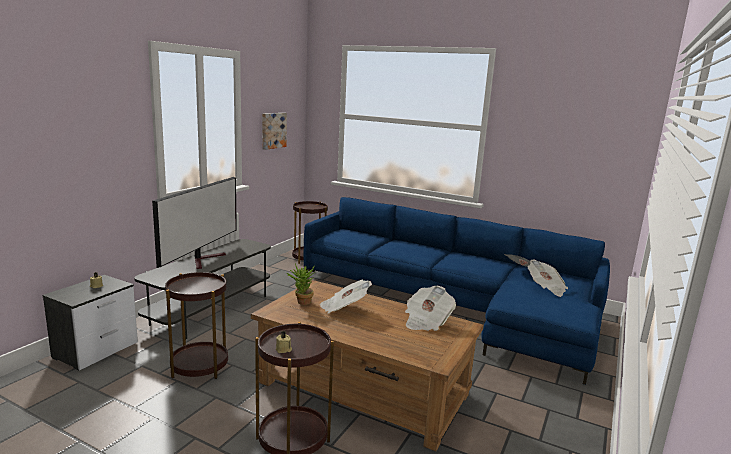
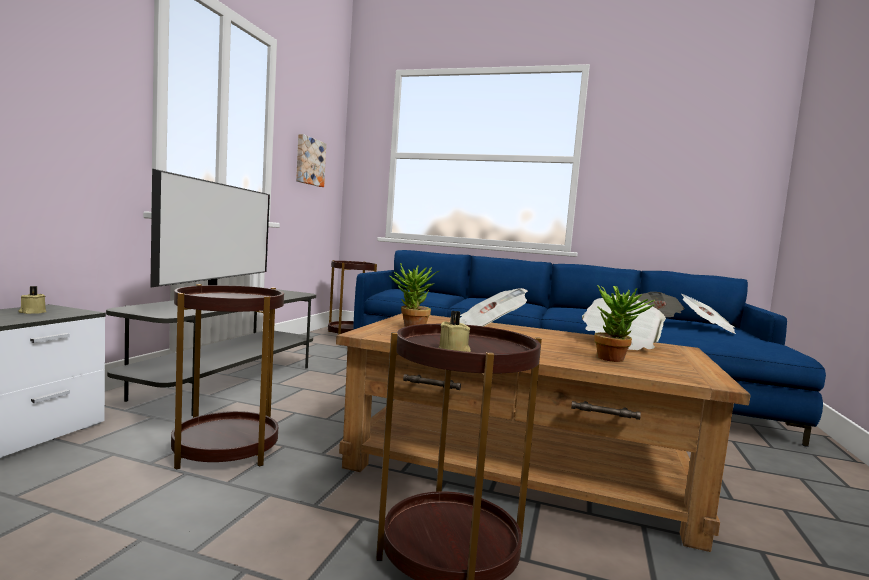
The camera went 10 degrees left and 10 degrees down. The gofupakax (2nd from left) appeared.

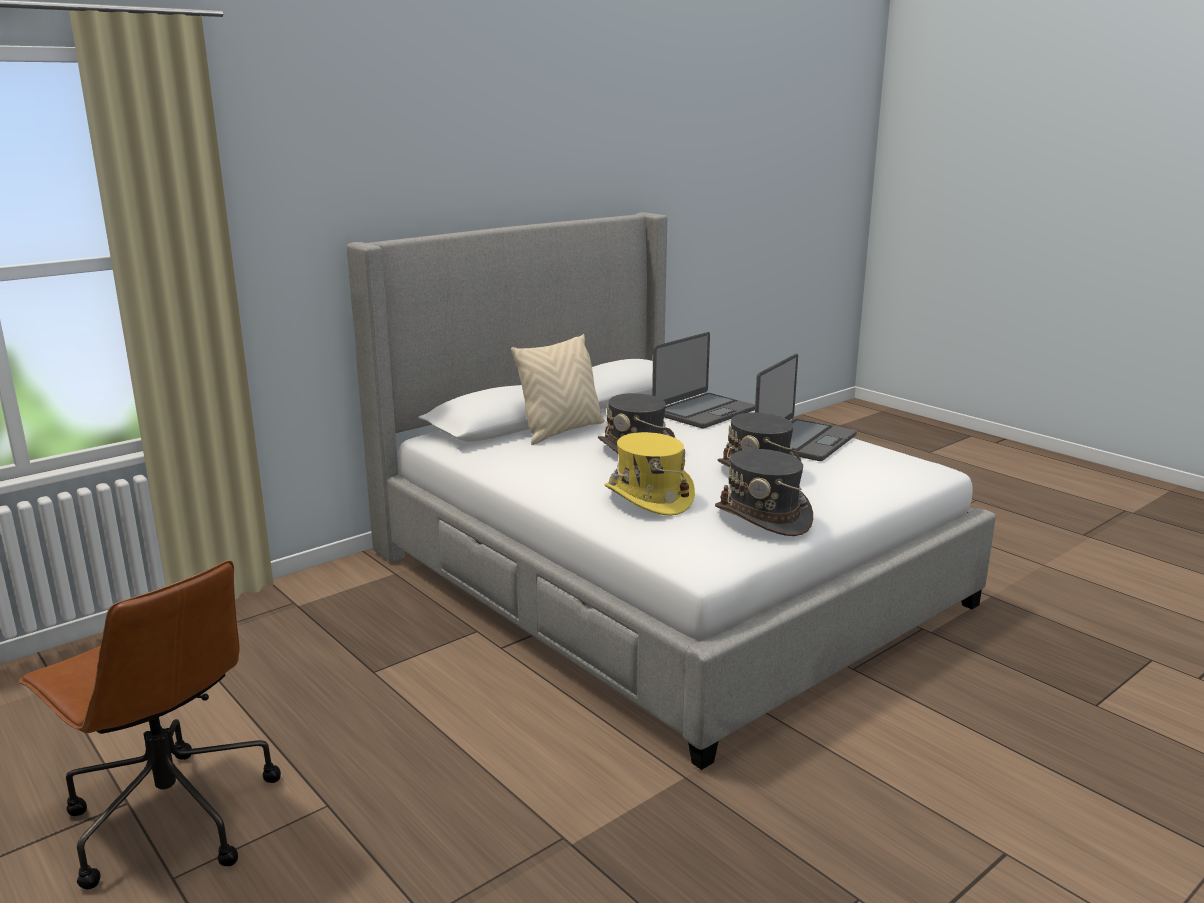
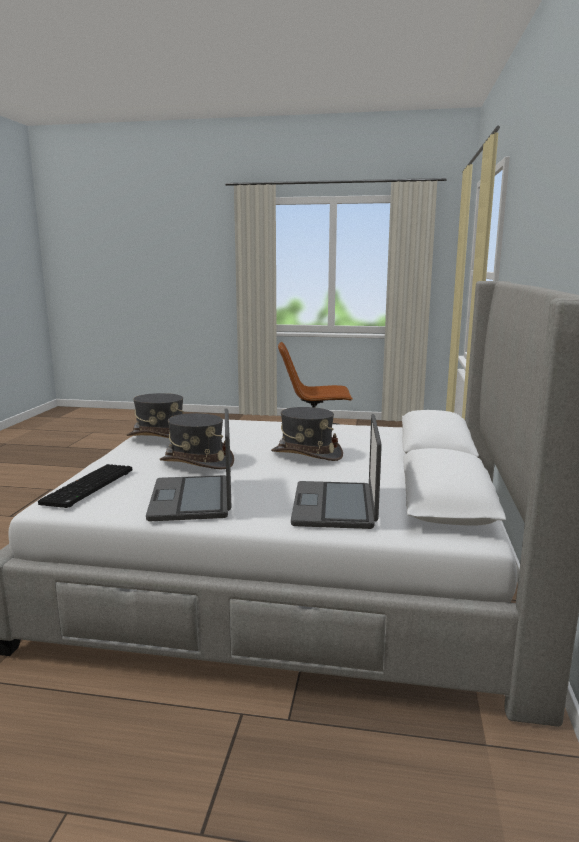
The camera went 140 degrees right and 5 degrees down. The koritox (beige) disappeared. The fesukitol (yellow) disappeared. The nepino appeared.

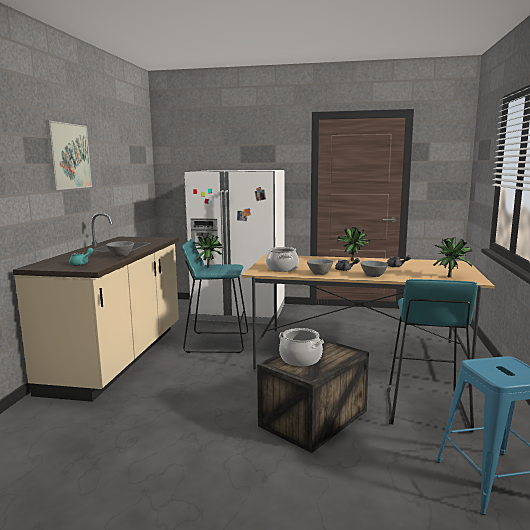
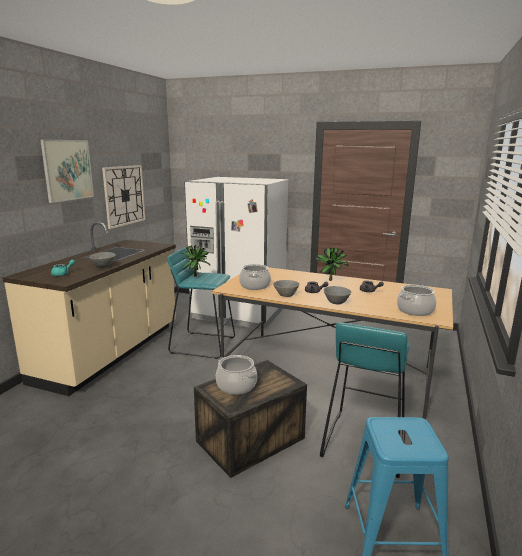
The camera went 10 degrees right and 5 degrees up. The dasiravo appeared. The gofupakax (3rd from left) was replaced by the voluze (3rd from left).

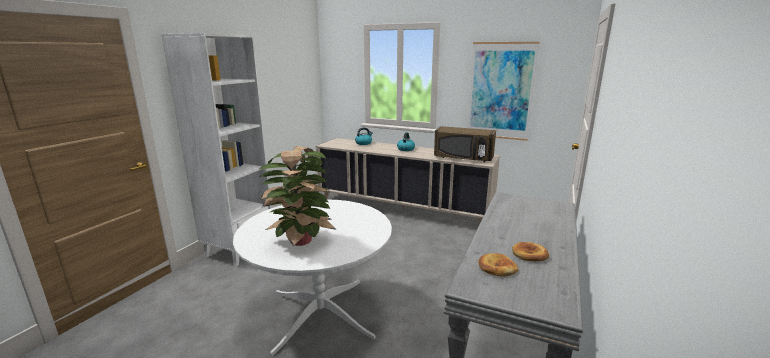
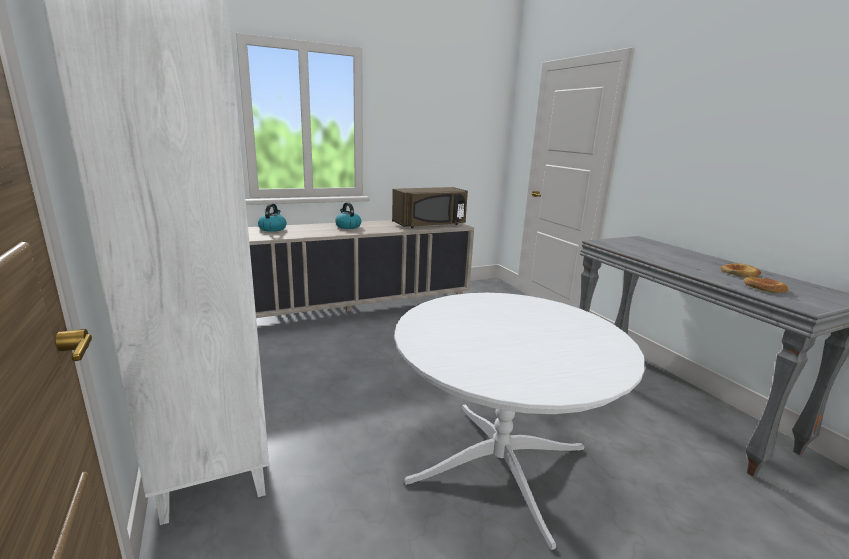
The camera went 50 degrees left and 0 degrees up. The gofupakax disappeared. The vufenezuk disappeared.

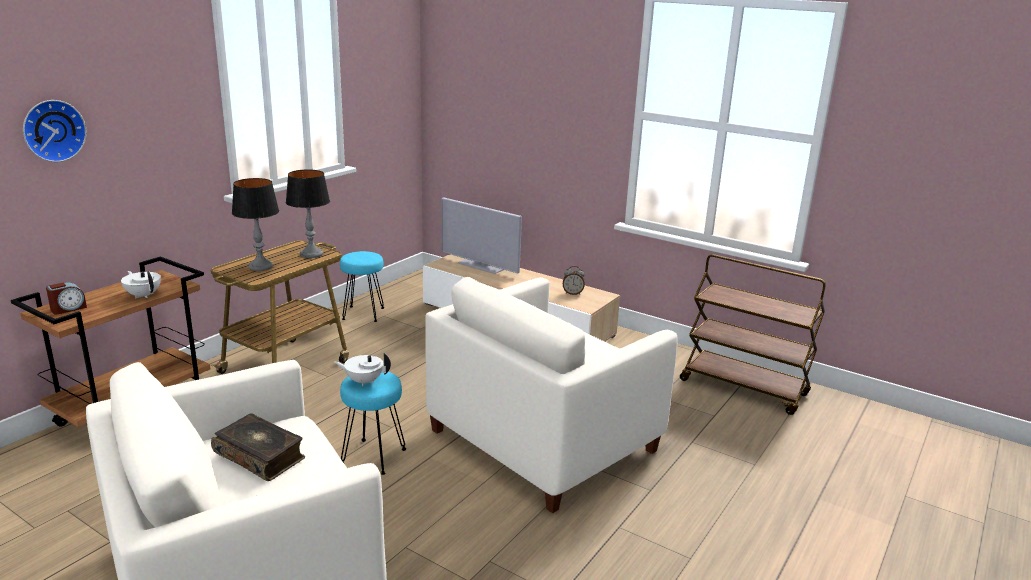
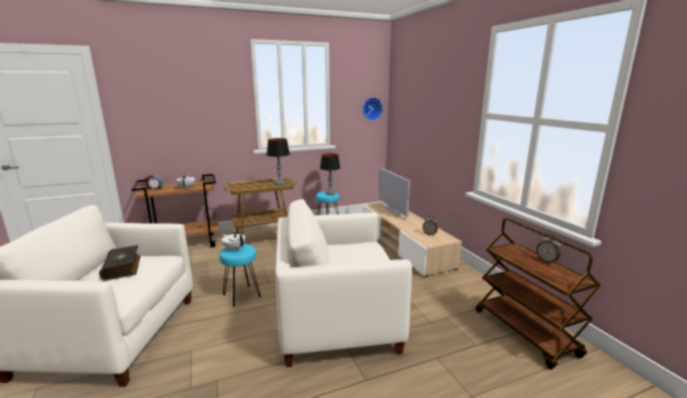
The camera went 35 degrees right and 5 degrees down. The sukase (3rd from left) appeared. The dasiravo moved. The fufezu (1st from left in the first image) moved.

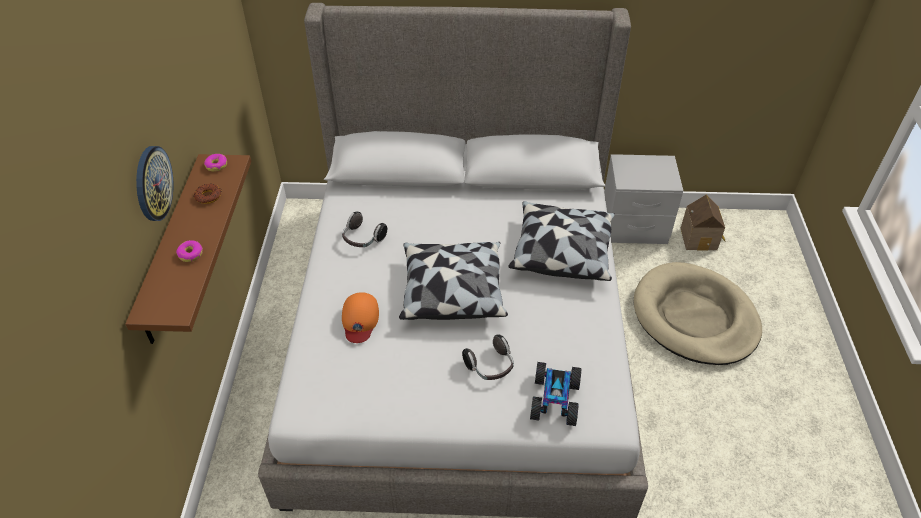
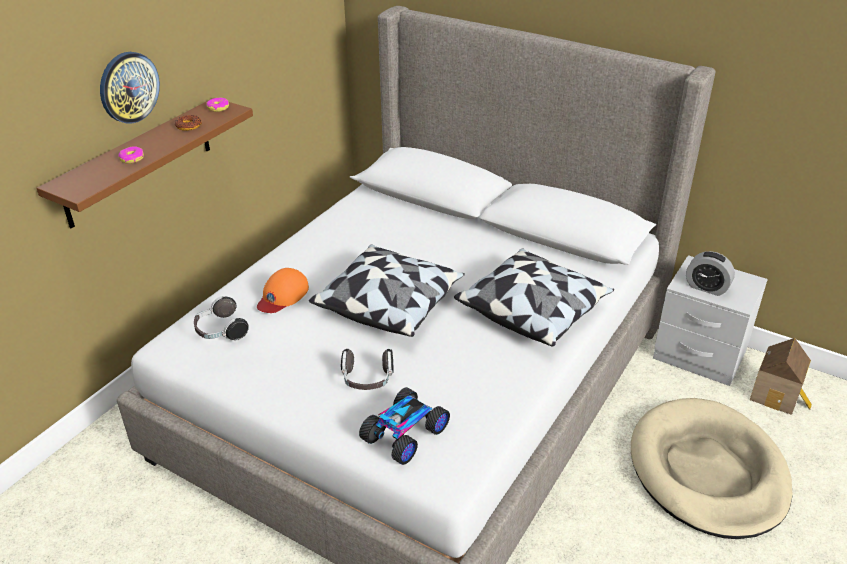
The camera went 30 degrees right and 10 degrees down. The sukase appeared. The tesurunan (1st from left) moved.

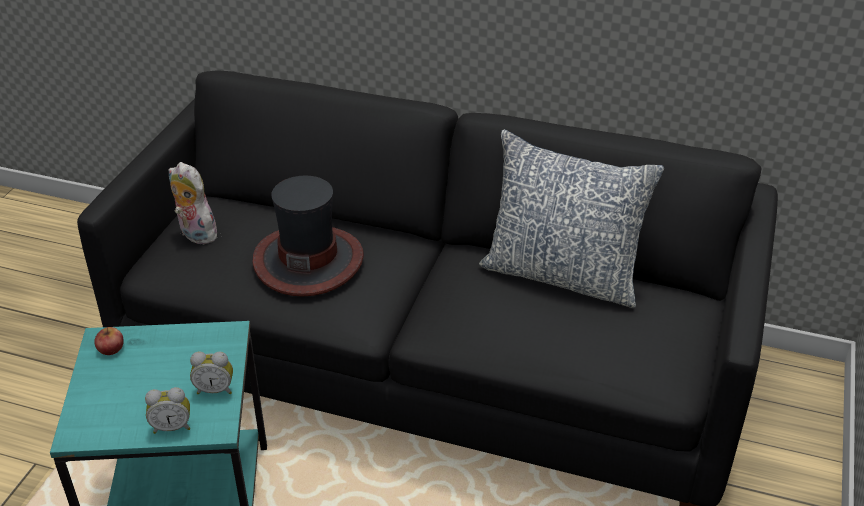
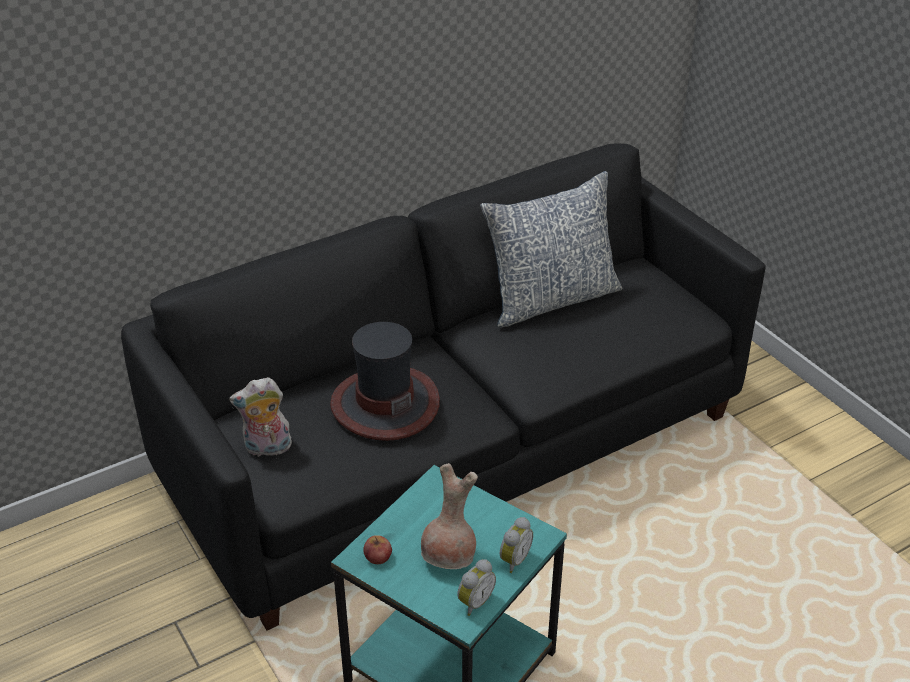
The camera went 50 degrees left and 0 degrees up. The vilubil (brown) appeared. The sukase (2nd from left in the first image) moved.

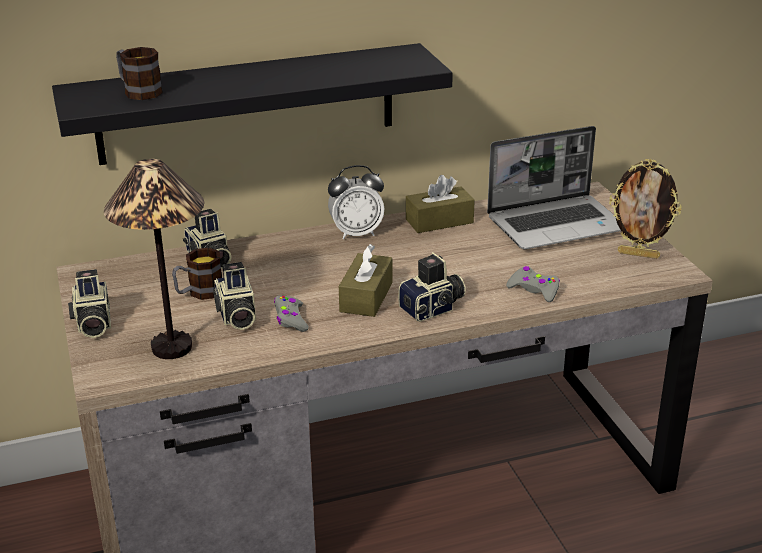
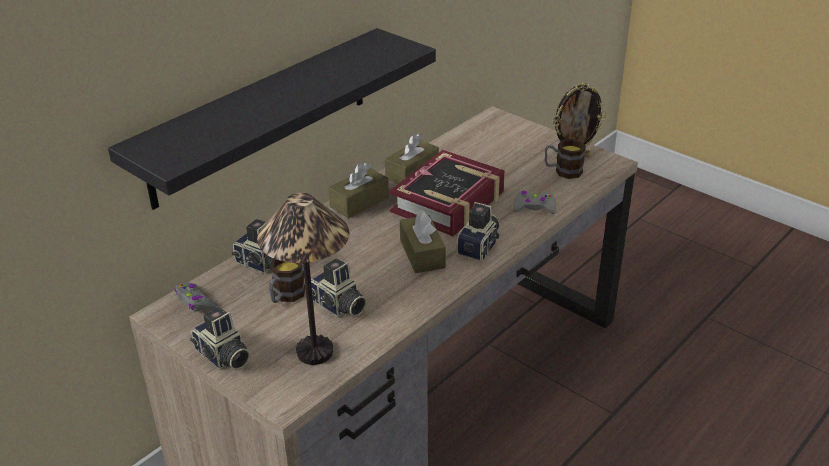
The camera went 30 degrees left and 5 degrees up. The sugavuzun disappeared. The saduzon appeared. The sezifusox (1st from left in the first image) moved. The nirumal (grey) (1st from left) moved. The sukase was replaced by the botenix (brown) (1st from left).

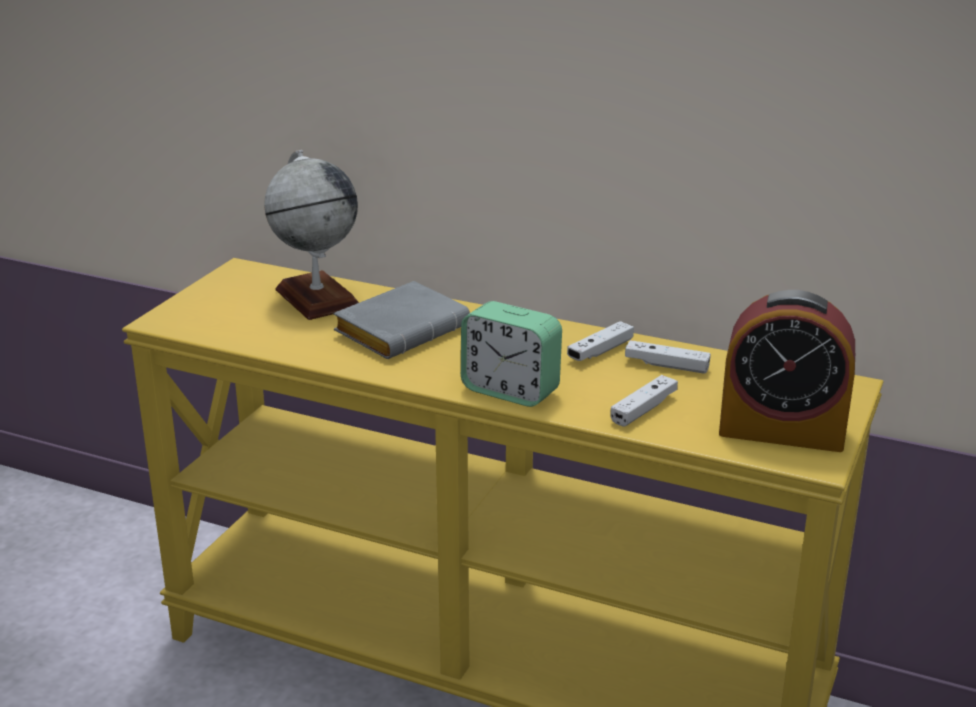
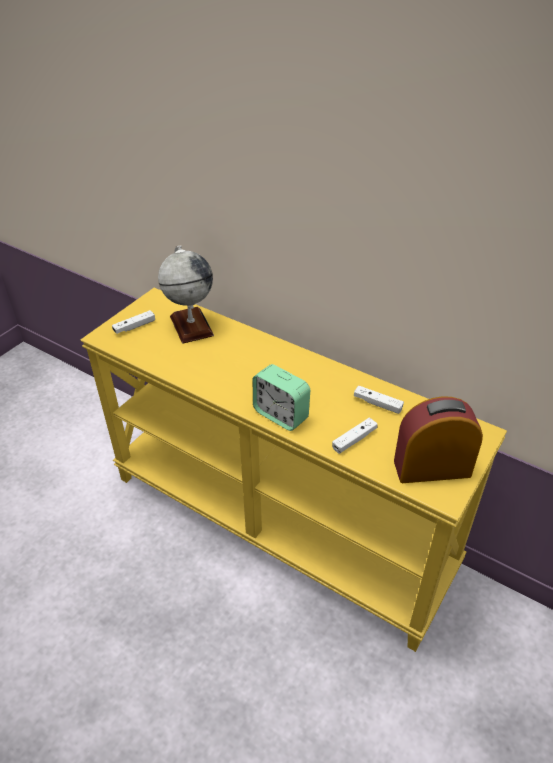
The camera went 10 degrees right and 15 degrees up. The saduzon (grey) disappeared. The nirumal (white) (1st from left) moved. The sukase (2nd from left) turned 150 degrees clockwise.

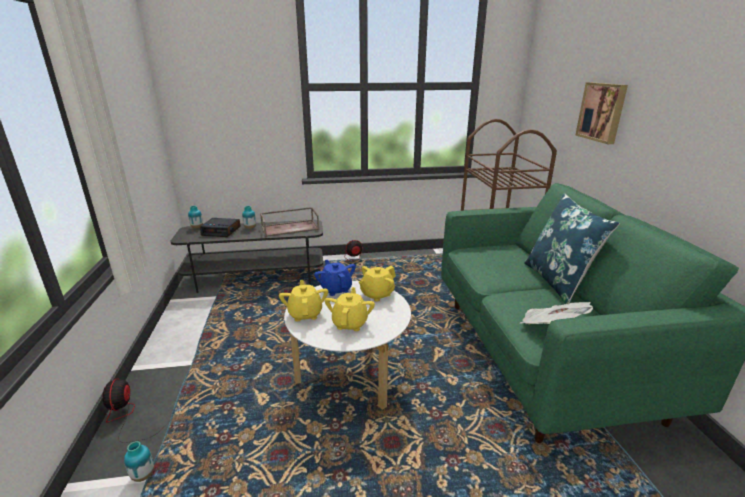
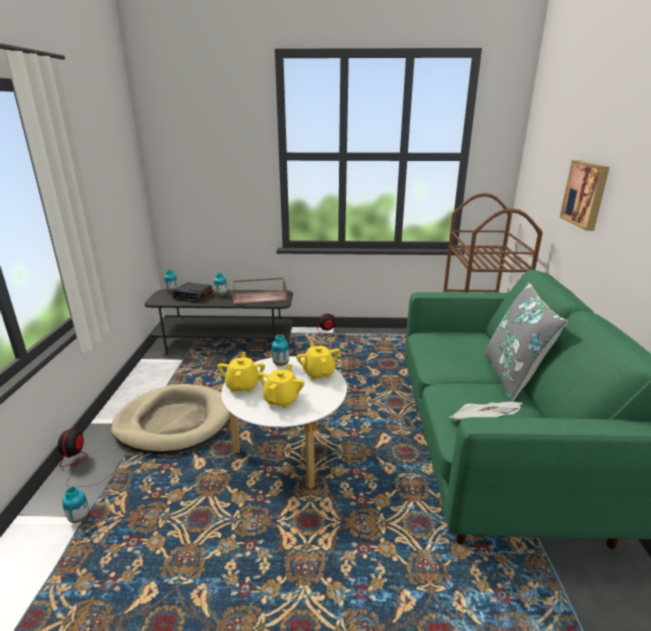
The camera went 10 degrees right and 0 degrees up. The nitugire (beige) appeared. The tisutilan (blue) was replaced by the vilubil (4th from left). The koritox (blue) became the koritox (grey). The tisutilan (yellow) (3rd from left) turned 105 degrees clockwise.

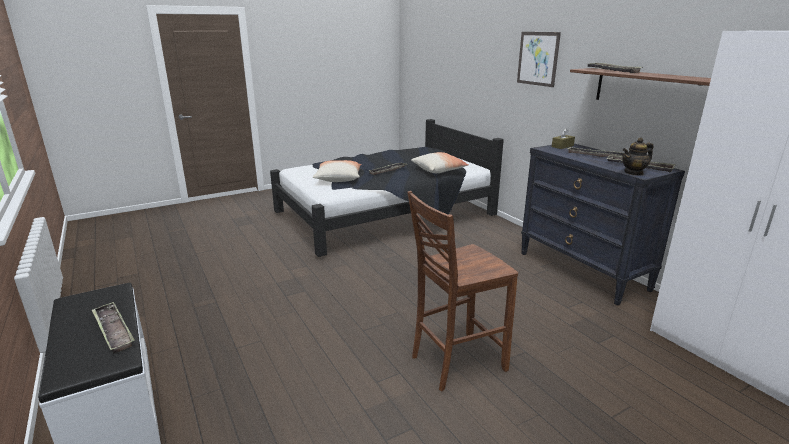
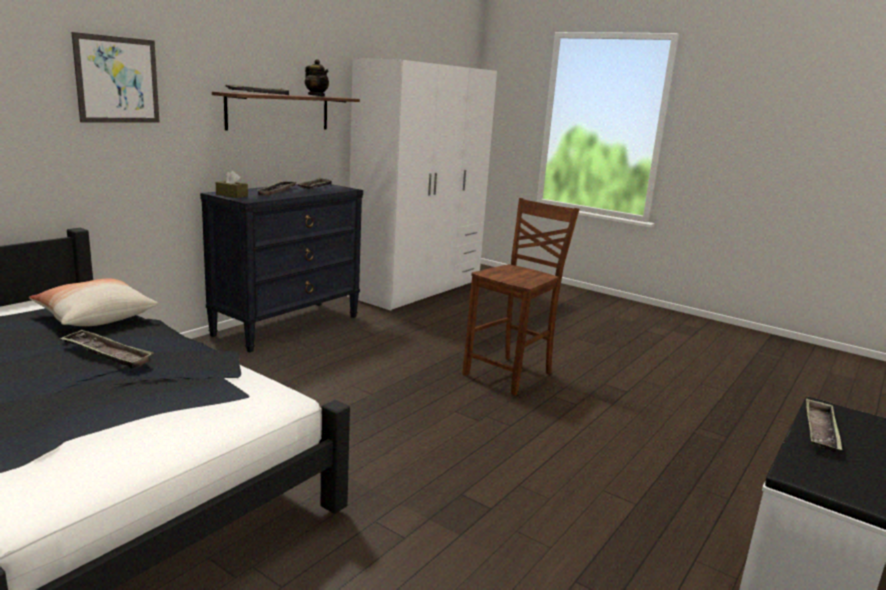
The camera went 115 degrees left and 5 degrees down. The koritox (1st from left) disappeared. The tisutilan moved. The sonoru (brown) turned 90 degrees counterclockwise.

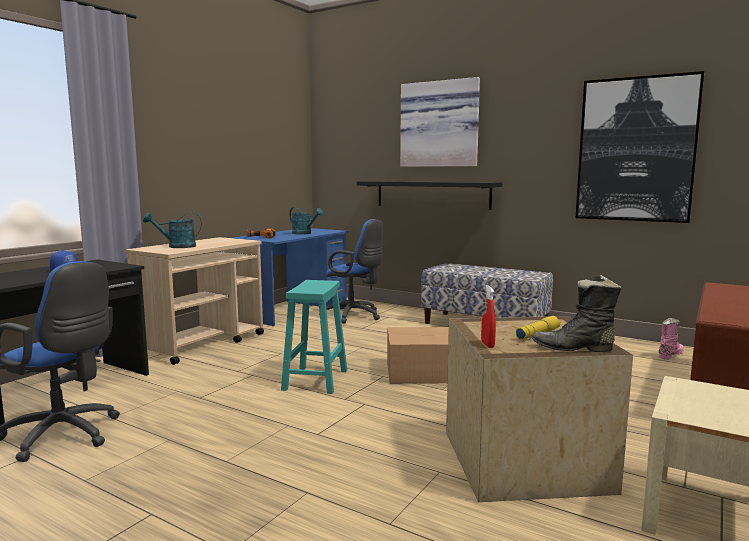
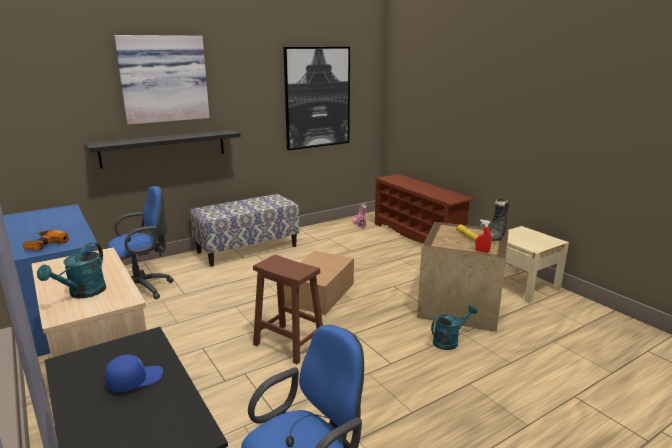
The camera went 65 degrees left and 10 degrees up. The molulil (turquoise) (2nd from left) moved. The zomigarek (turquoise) became the zomigarek (brown).

